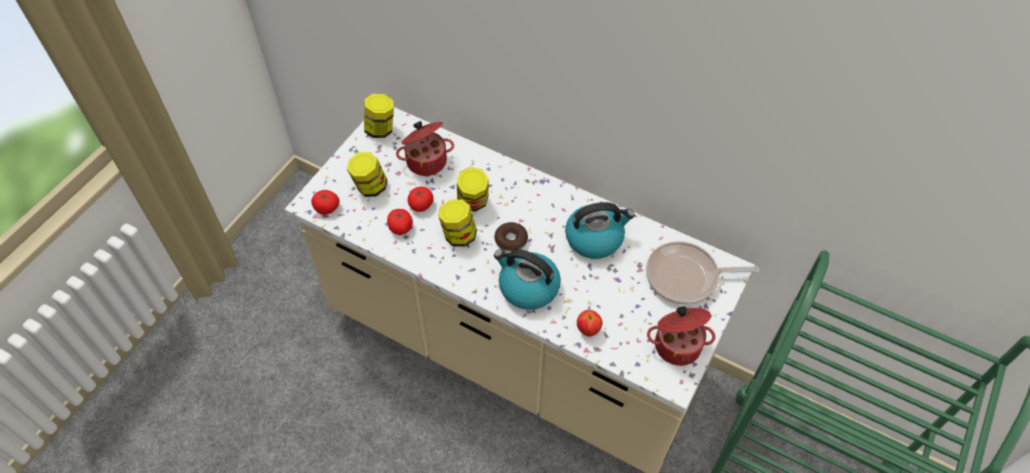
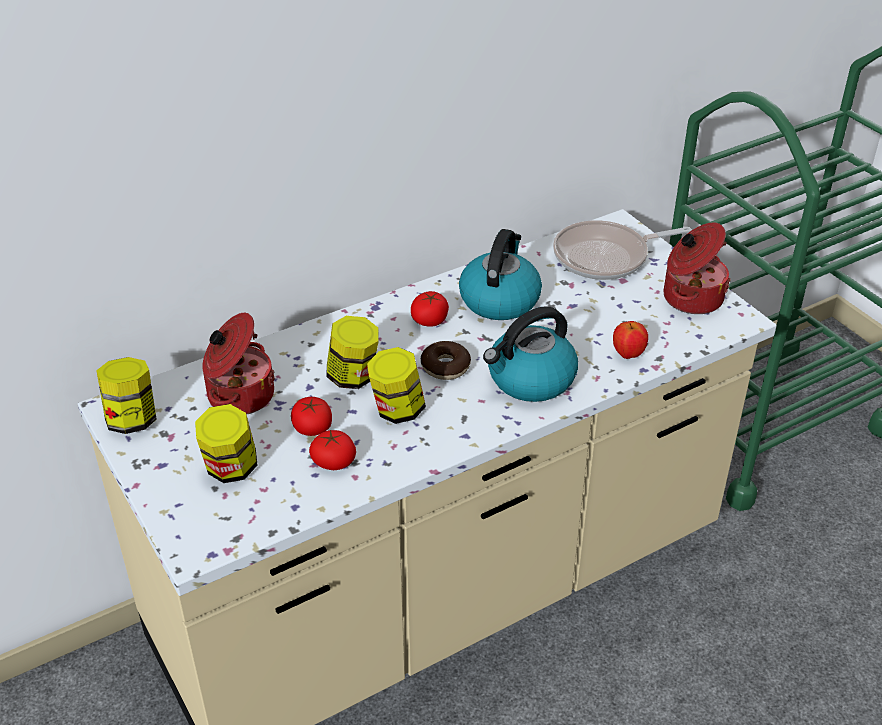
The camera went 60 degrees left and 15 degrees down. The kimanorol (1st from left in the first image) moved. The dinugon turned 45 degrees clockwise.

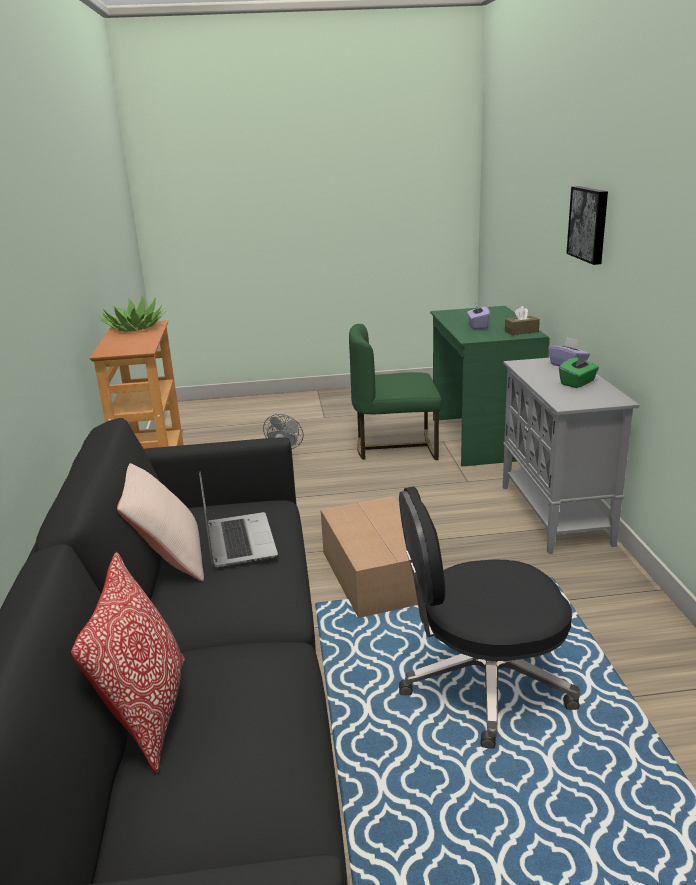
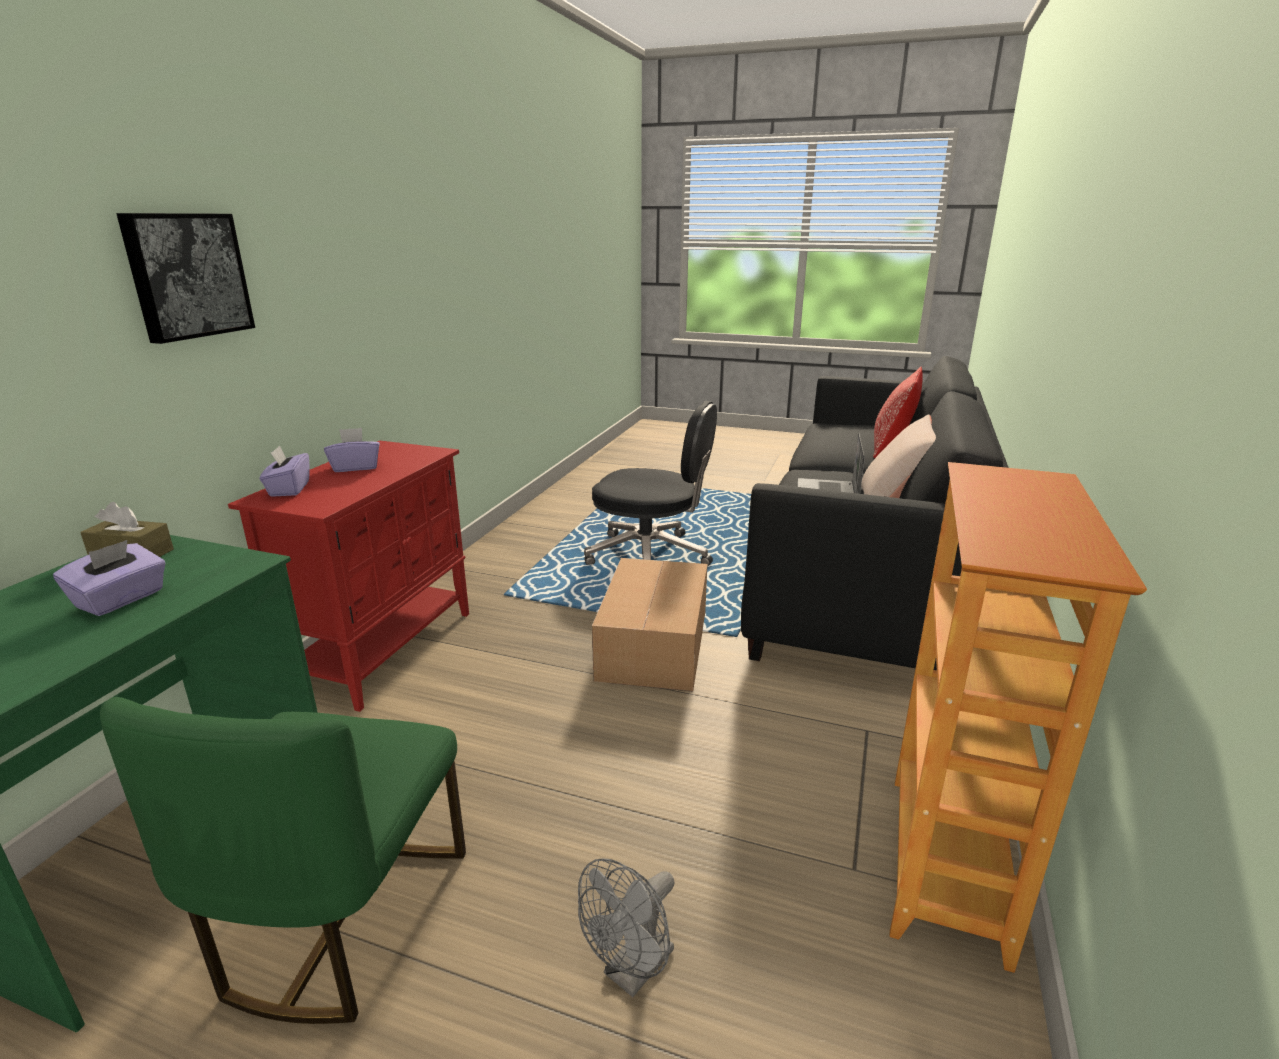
The camera went 155 degrees left and 0 degrees up. The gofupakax disappeared. The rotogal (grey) became the rotogal (red). The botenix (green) became the botenix (purple) (3rd from left). The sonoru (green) turned 75 degrees clockwise.

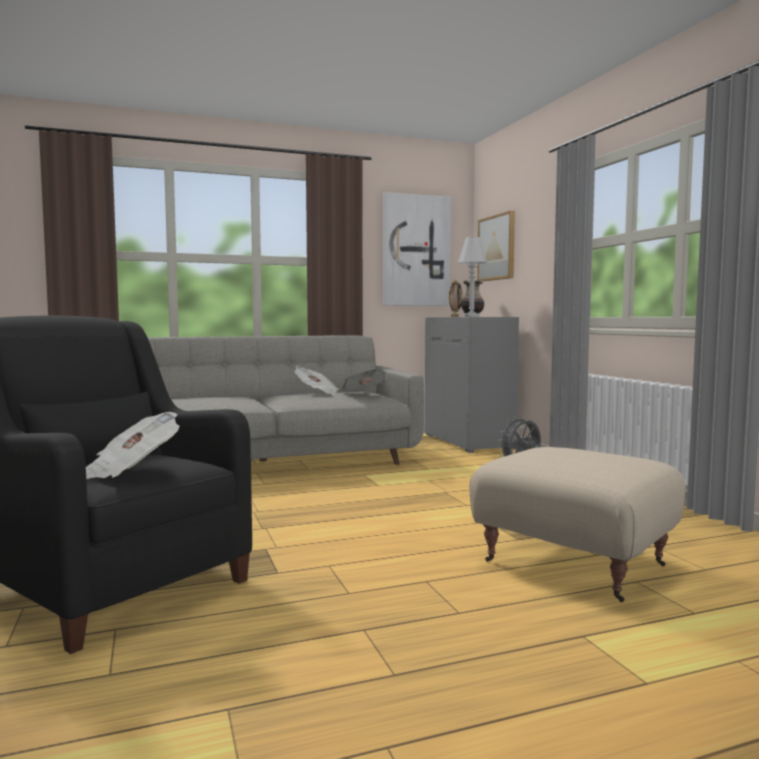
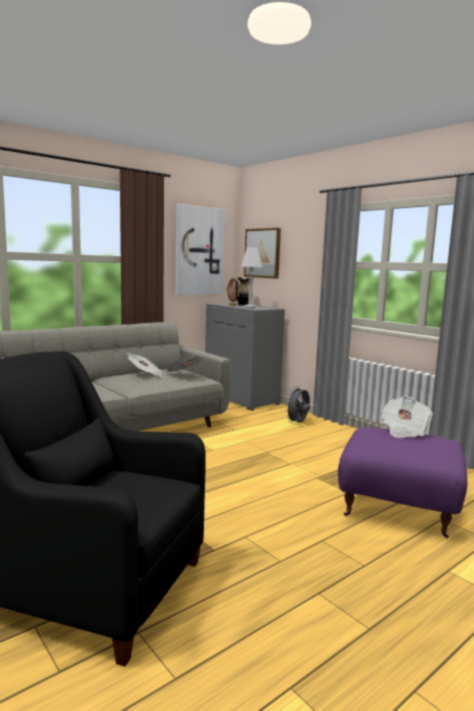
The camera went 20 degrees left and 5 degrees up. The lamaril (1st from left in the first image) moved. The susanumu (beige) became the susanumu (purple).

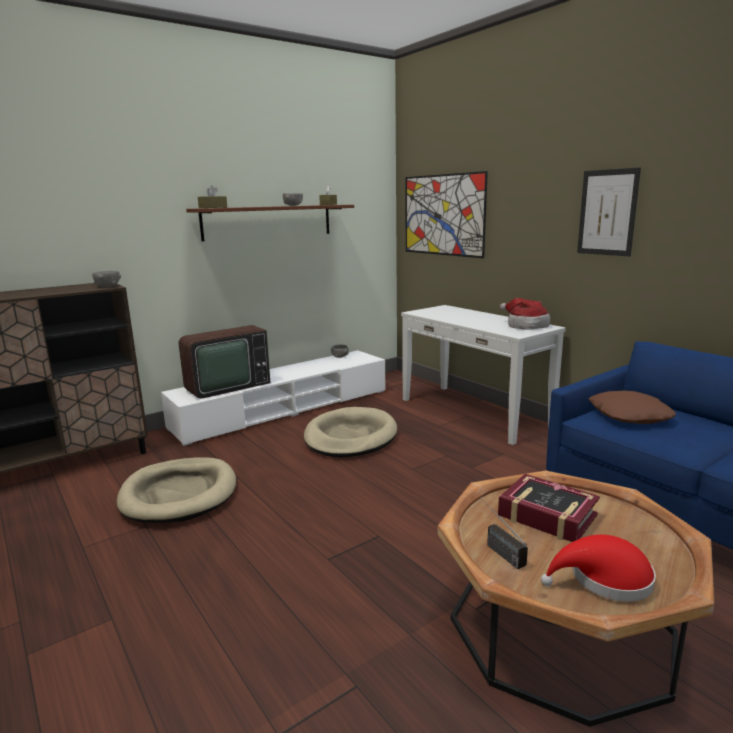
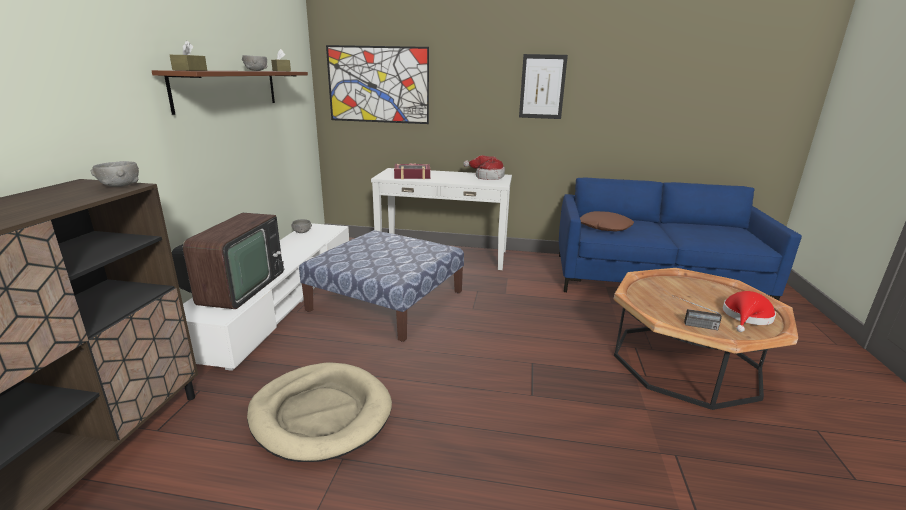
The camera went 45 degrees left and 5 degrees up. The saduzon moved. The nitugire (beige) (2nd from left) was replaced by the susanumu.

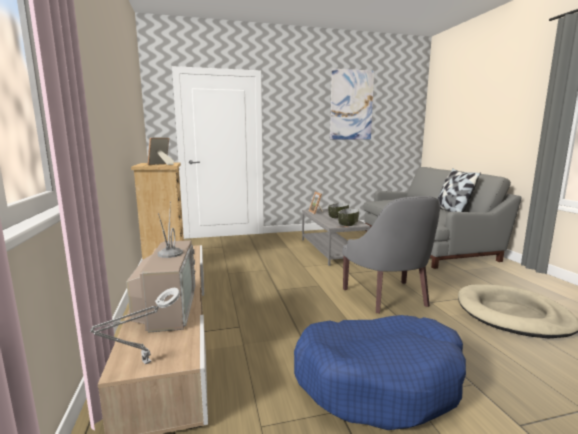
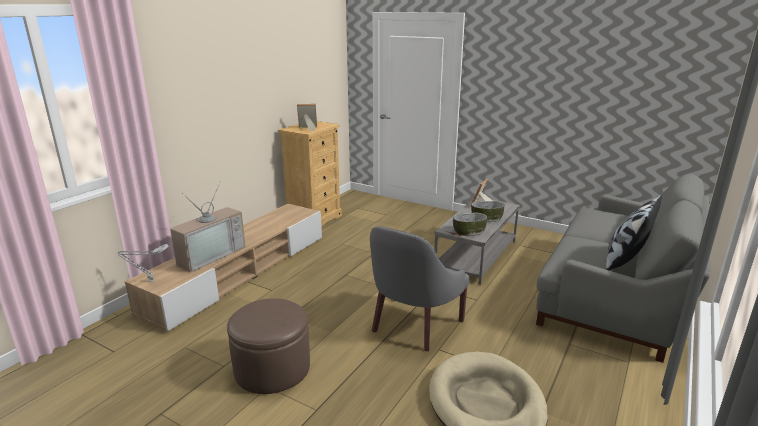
The camera went 45 degrees right and 10 degrees up. The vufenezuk disappeared. The nitugire (blue) was replaced by the susanumu (brown).

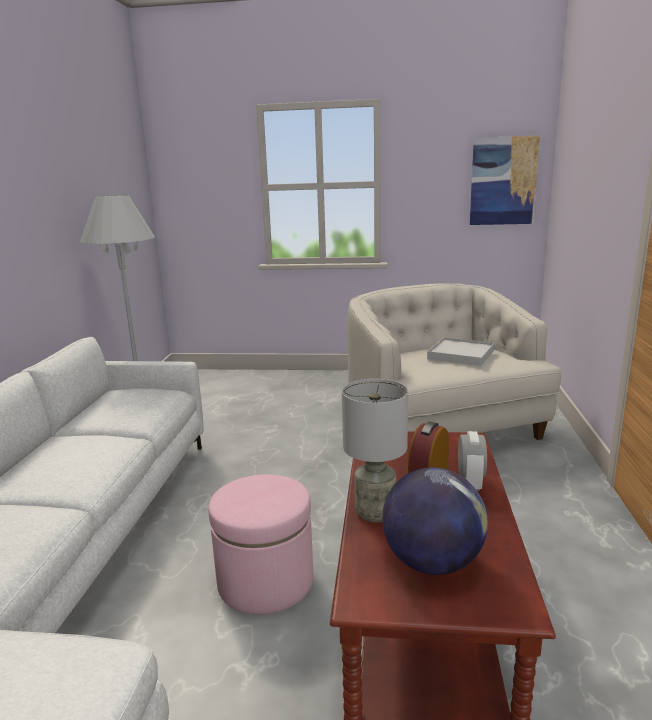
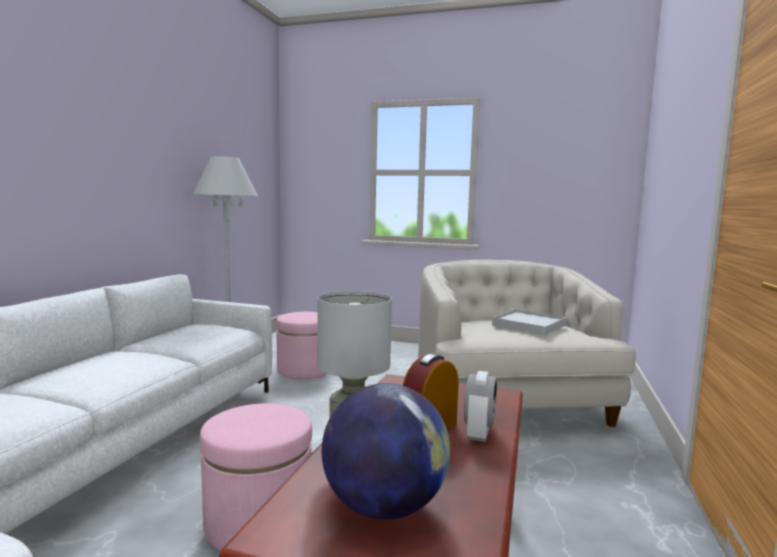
The camera went 10 degrees right and 10 degrees down. The vufenezuk disappeared. The susanumu (pink) (2nd from left) appeared.

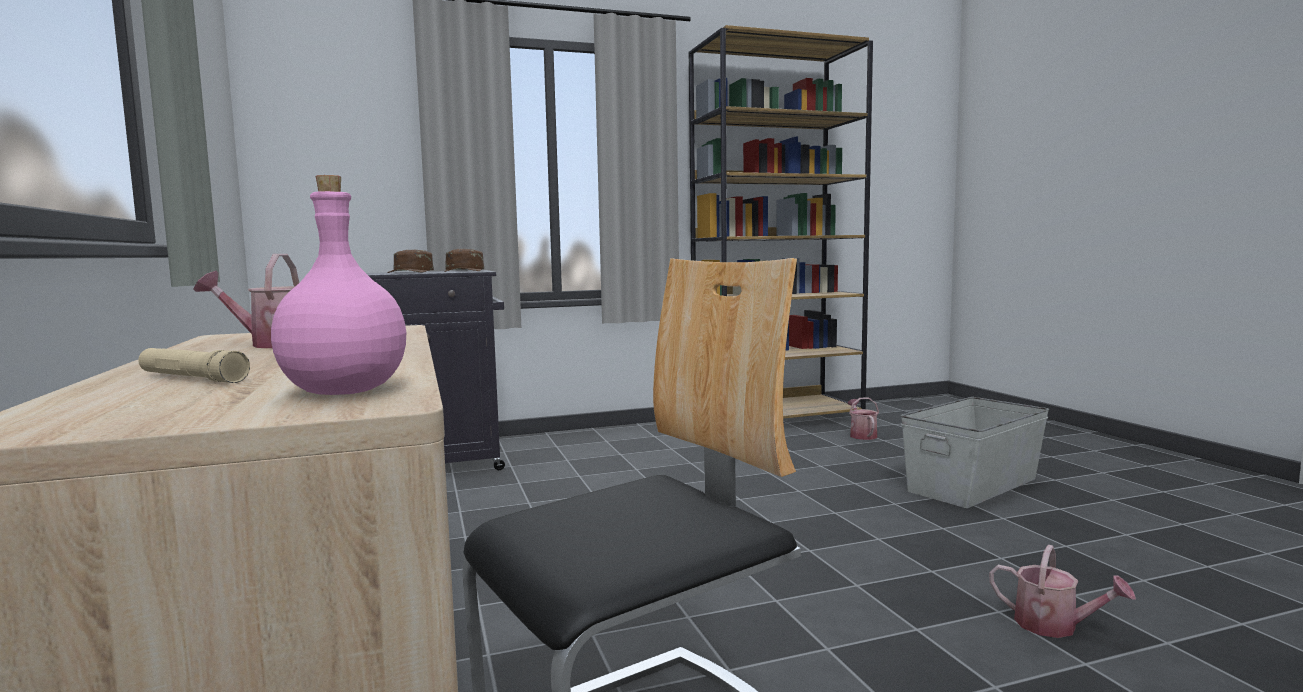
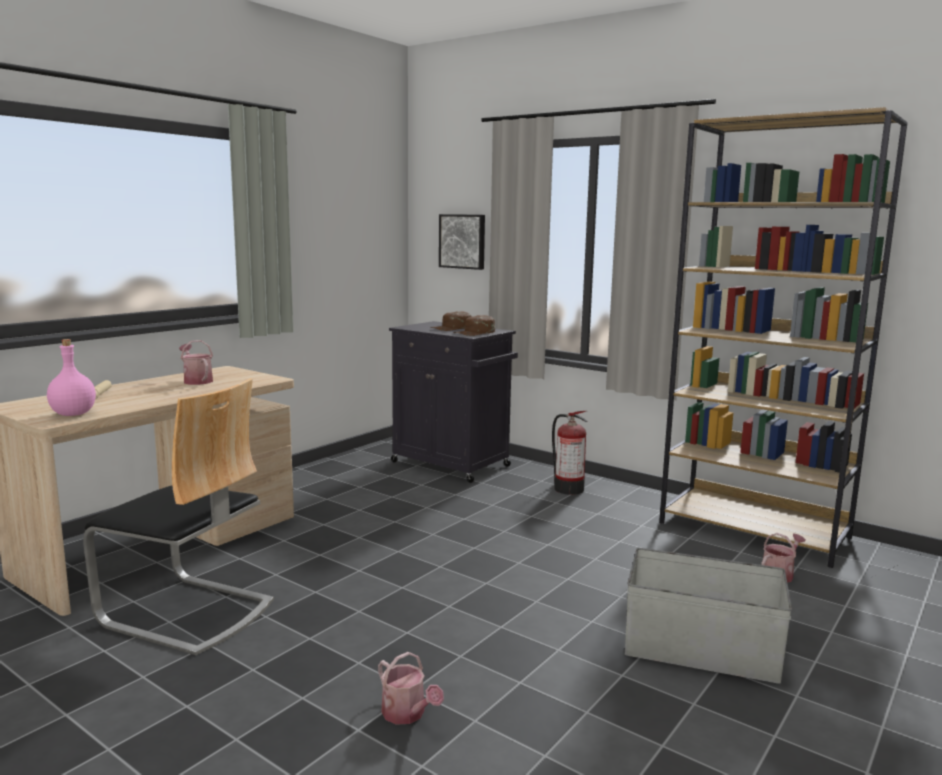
The camera went 55 degrees right and 5 degrees up. The vufenezuk appeared. The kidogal appeared. The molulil (3rd from left in the first image) turned 45 degrees counterclockwise.

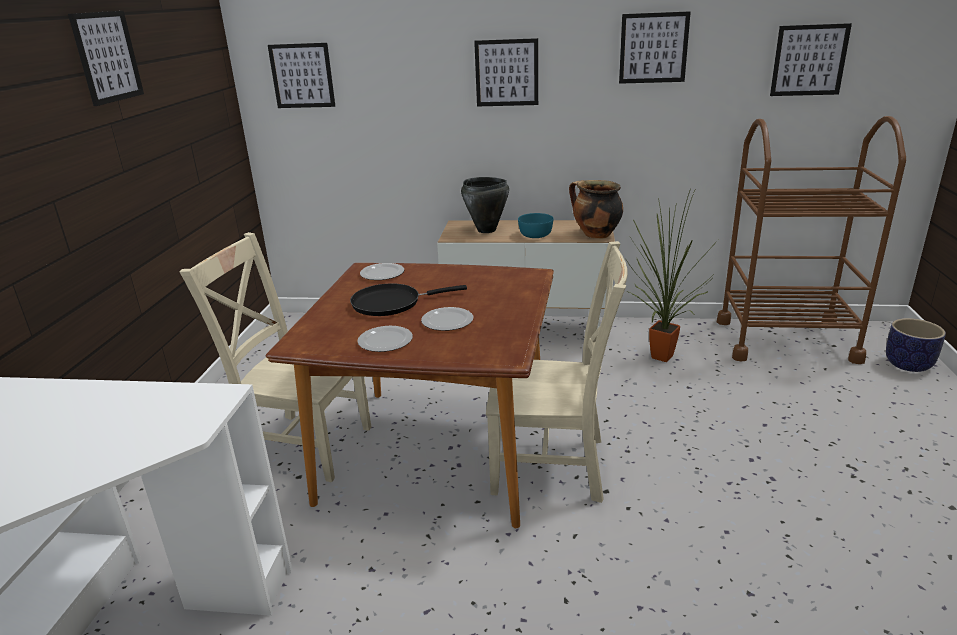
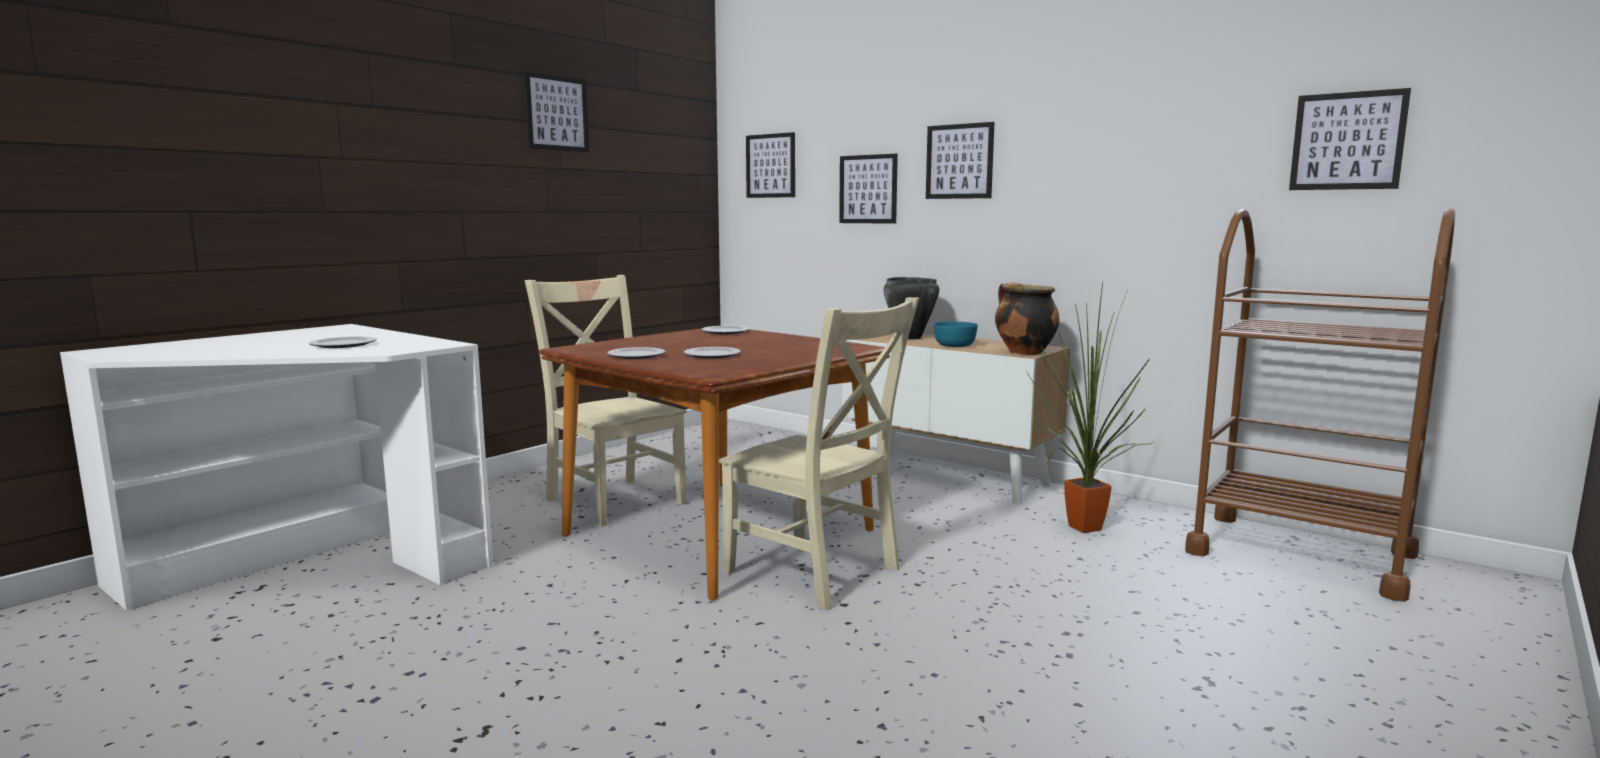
The camera went 30 degrees right and 15 degrees down. The dinugon (black) disappeared. The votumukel disappeared. The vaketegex (1st from left) appeared. The vufenezuk (4th from left in the first image) moved.

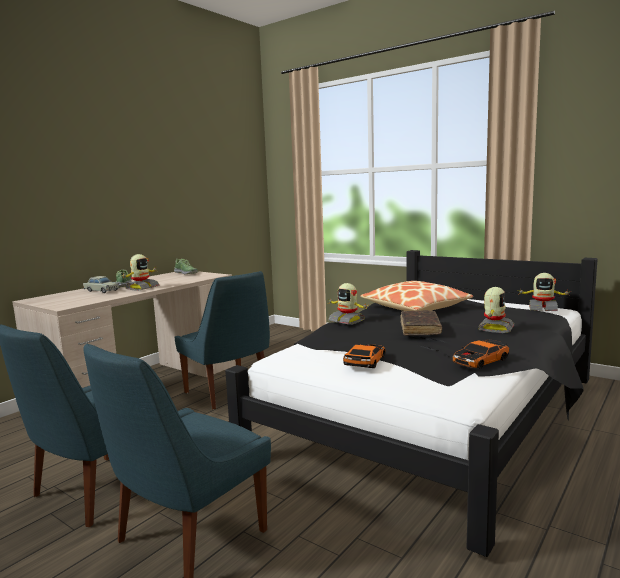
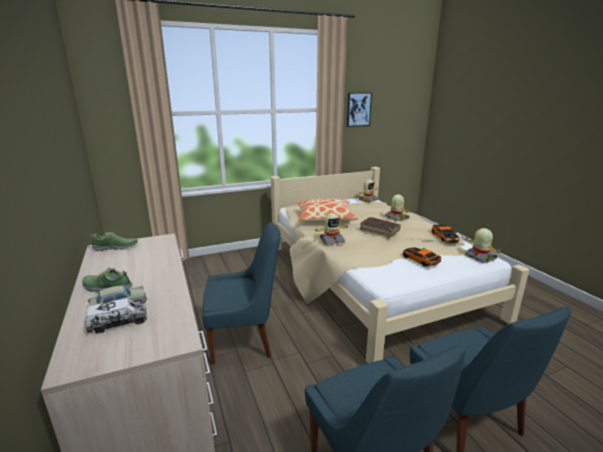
The camera went 60 degrees left and 10 degrees up. The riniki appeared. The vufenezuk appeared. The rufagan (1st from left in the first image) moved. The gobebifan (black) became the gobebifan (beige).

